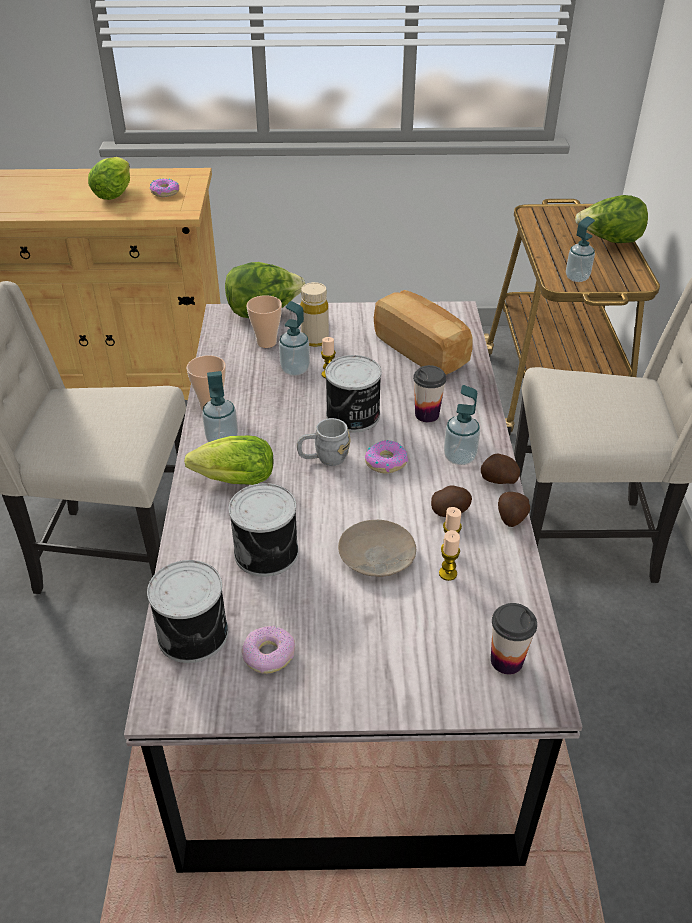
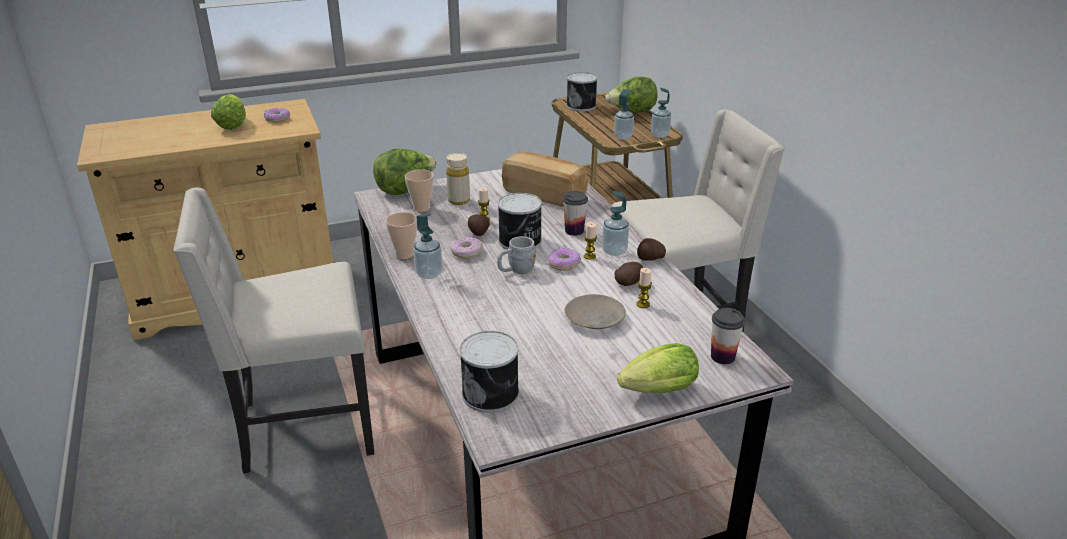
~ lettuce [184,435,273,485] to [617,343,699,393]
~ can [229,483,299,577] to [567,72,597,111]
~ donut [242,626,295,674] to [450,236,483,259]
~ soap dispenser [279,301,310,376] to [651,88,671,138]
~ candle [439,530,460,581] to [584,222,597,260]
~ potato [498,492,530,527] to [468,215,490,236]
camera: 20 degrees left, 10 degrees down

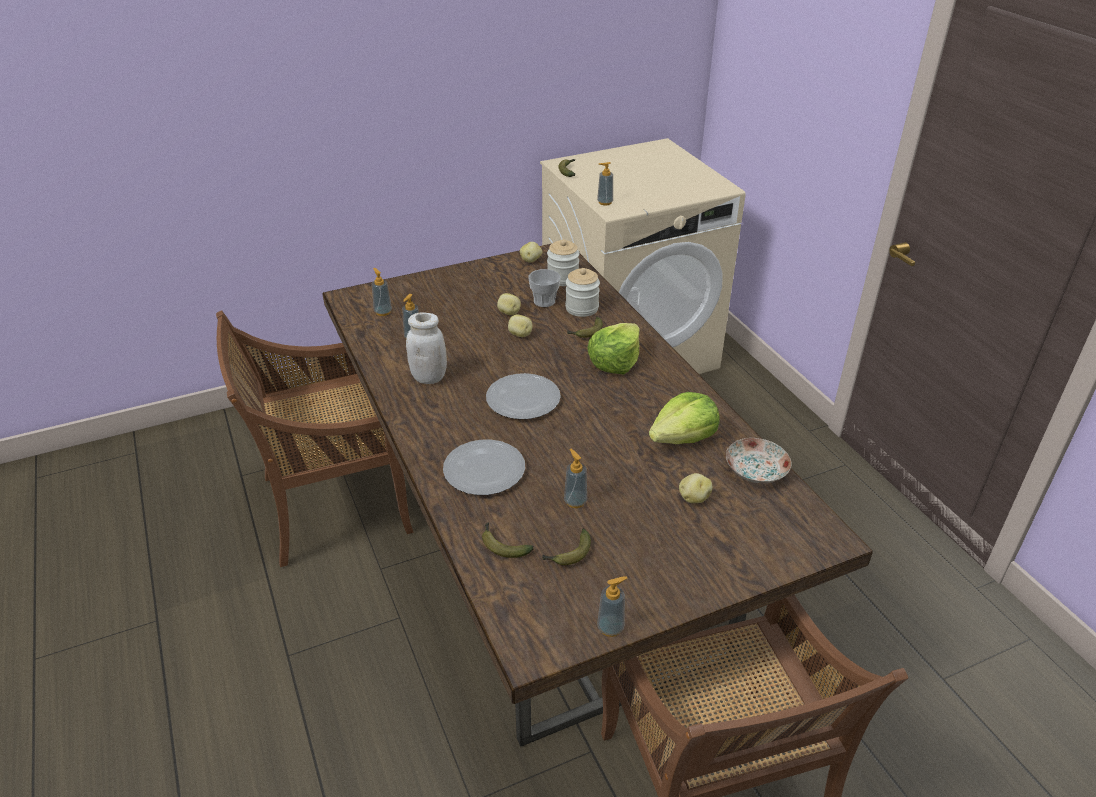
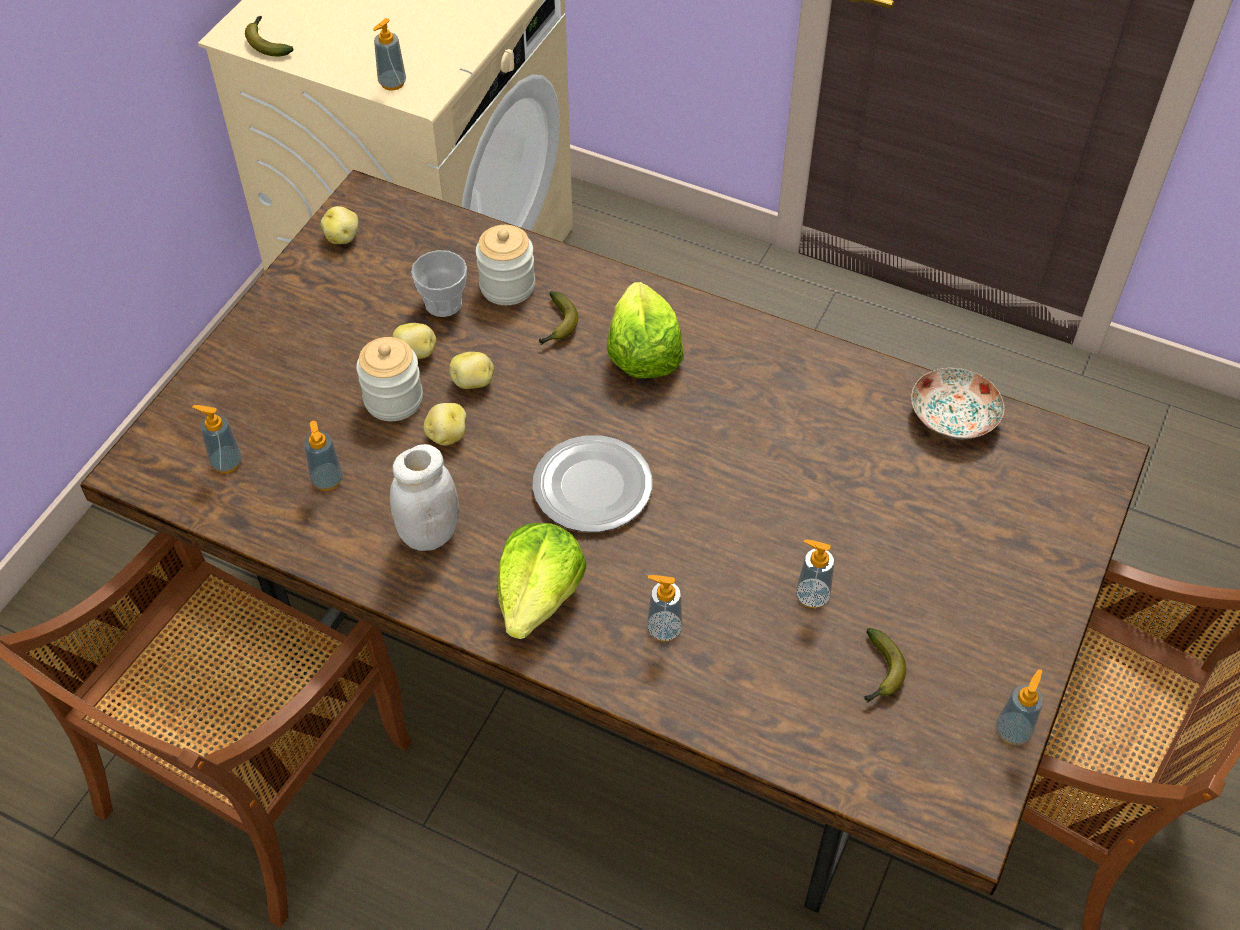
- banana [482,522,534,558]
~ jar [547,239,580,286] to [356,337,423,421]
~ lettuce [649,392,720,444] to [497,523,587,639]
~ potato [679,473,712,503] to [424,403,467,445]
~ plate [443,439,525,495] to soap dispenser [647,575,682,641]
camera: 40 degrees left, 15 degrees up

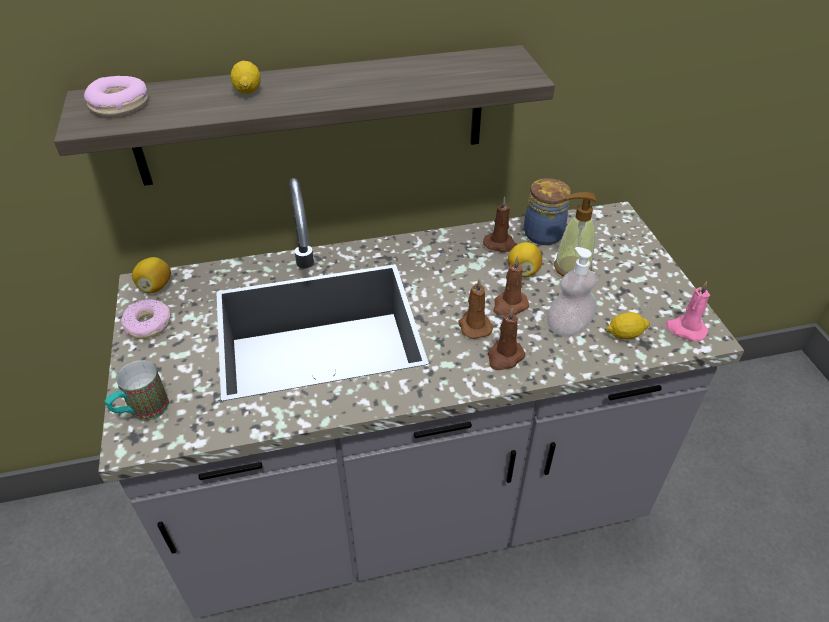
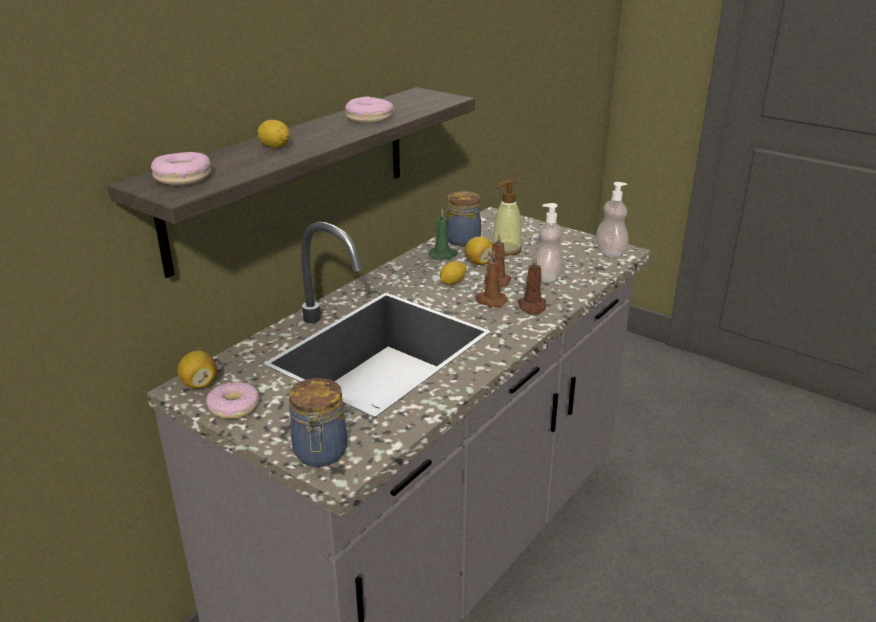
+ donut [345,97,394,123]
~ lemon [606,312,650,339] to [440,261,466,285]
~ mug [105,360,169,421] to jar [289,378,347,467]
~ candle (pink) [665,281,710,341] to soap dispenser [596,182,629,258]
~ candle (brown) [483,197,517,252] to candle (green) [428,209,458,260]
camera: 40 degrees left, 15 degrees down

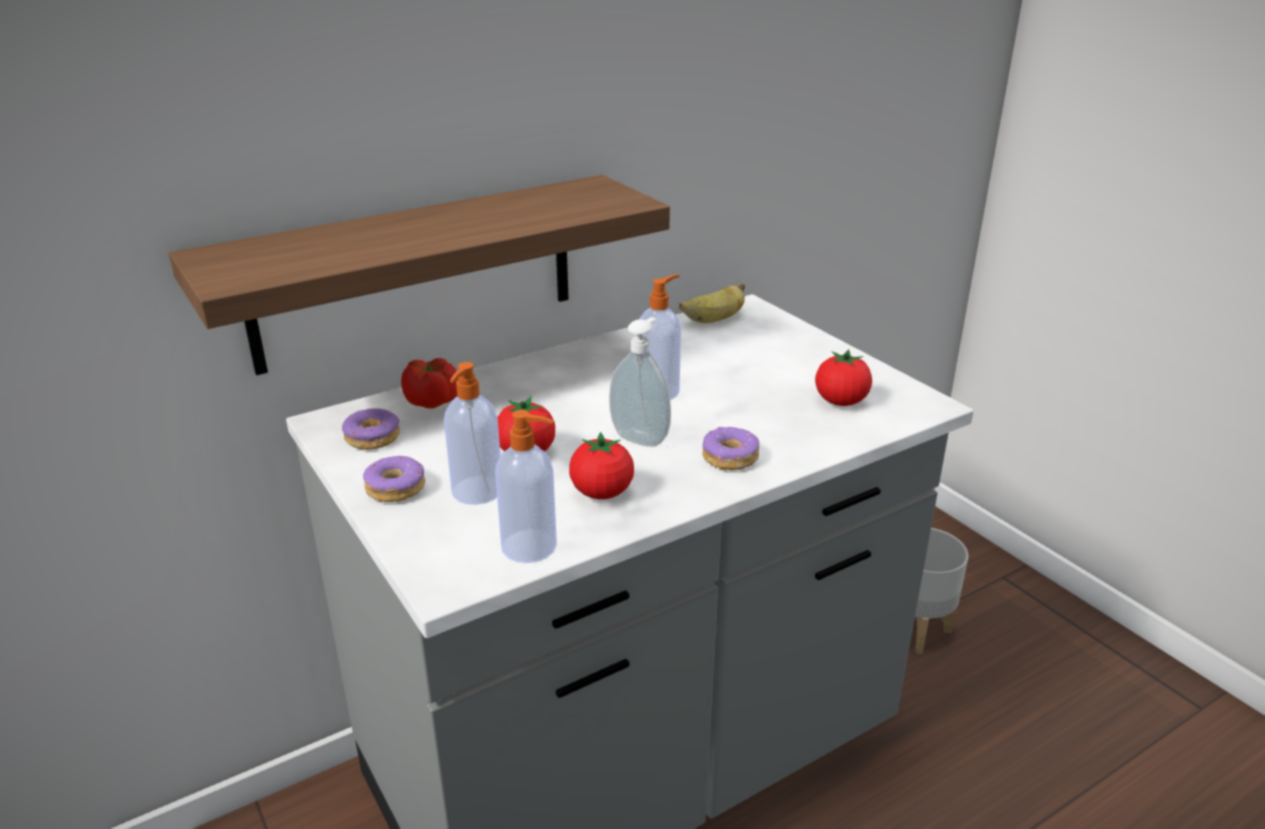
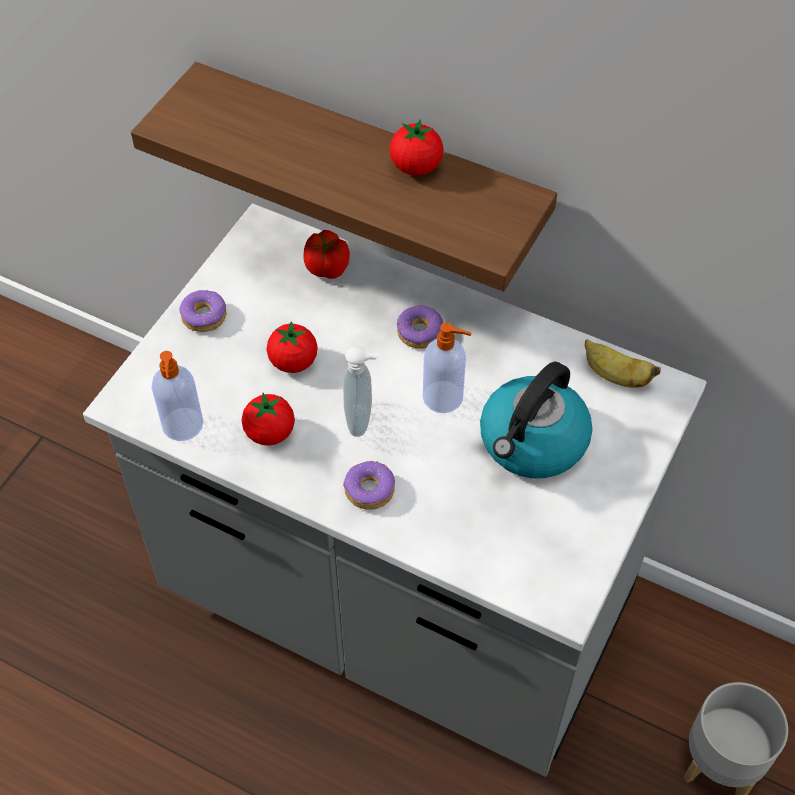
- soap dispenser [444,362,501,505]
+ kettle [480,361,592,478]
~ donut [342,408,400,450] to [397,305,443,349]
~ tomato [815,349,872,406] to [390,119,444,176]
camera: 60 degrees right, 25 degrees up

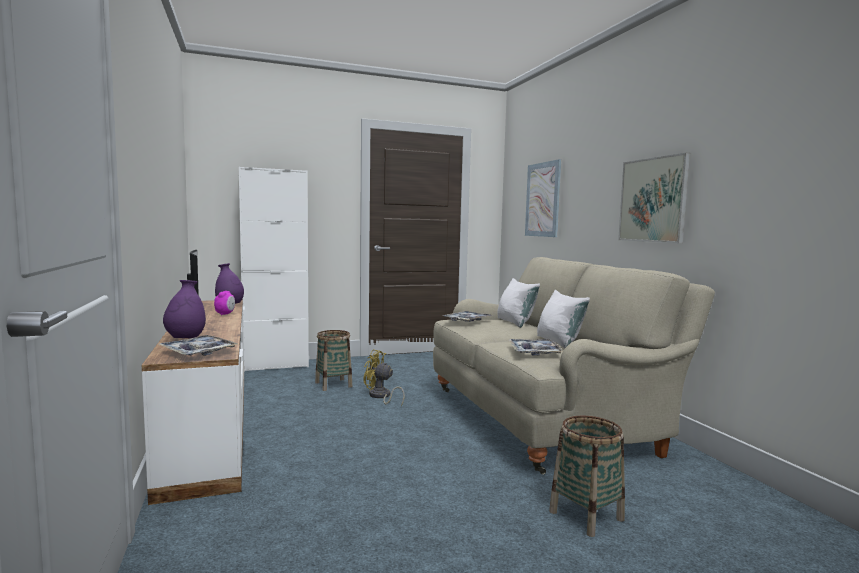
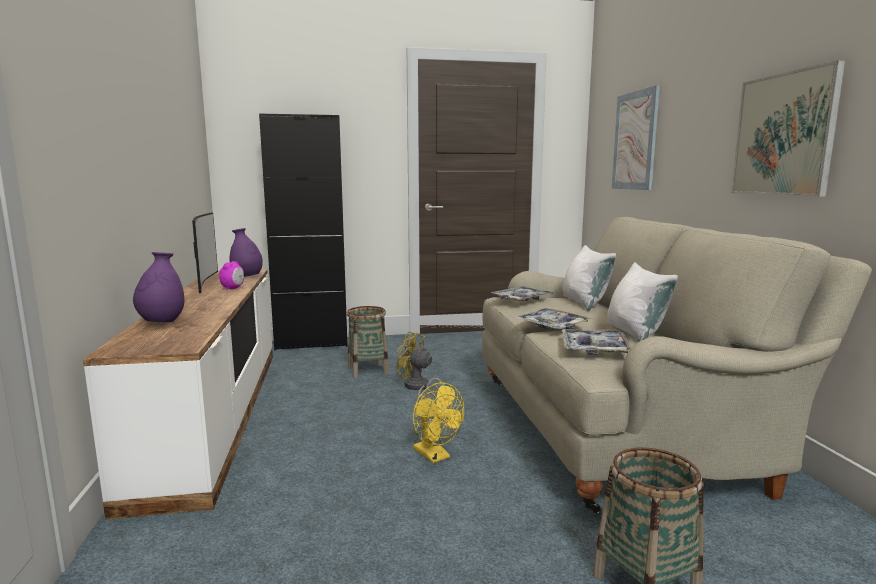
+ fan (yellow) [413,382,464,463]
~ tray [158,335,237,356] to [515,308,592,330]
~ cabinet (white) [239,167,309,372] to cabinet (black) [259,113,348,350]
camera: 10 degrees right, 5 degrees up

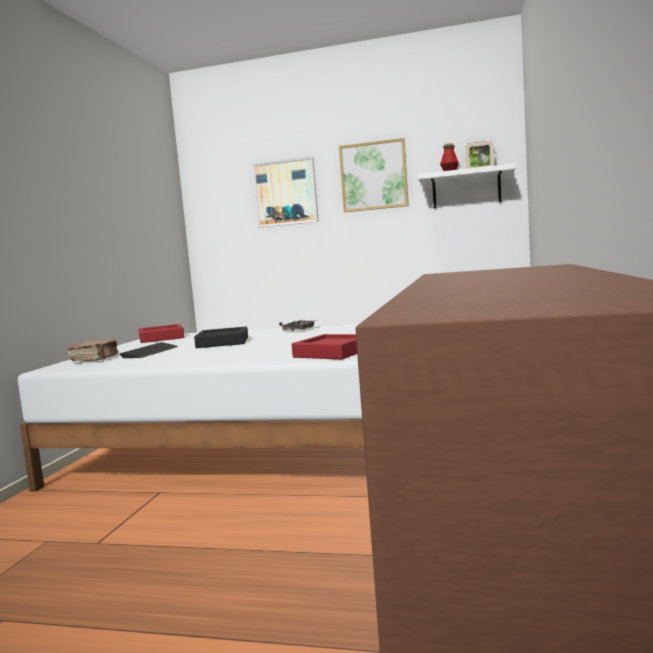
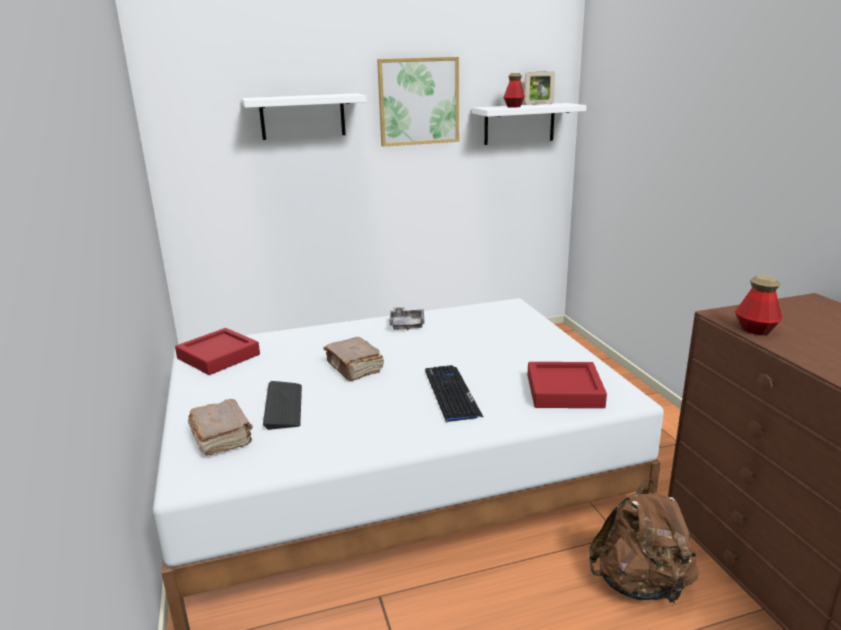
+ keyboard [425,365,483,422]
+ backpack (brown) [589,479,699,605]
+ bottle [735,275,783,335]
~ tray (black) [194,327,248,348] to book (brown) [324,337,384,381]
~ picture [252,157,319,228] to shelf (white) [242,93,367,140]
camera: 30 degrees left, 15 degrees up

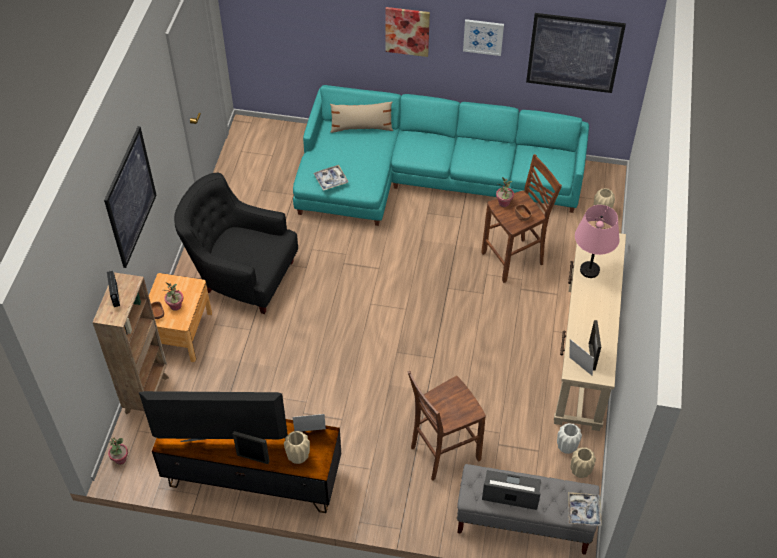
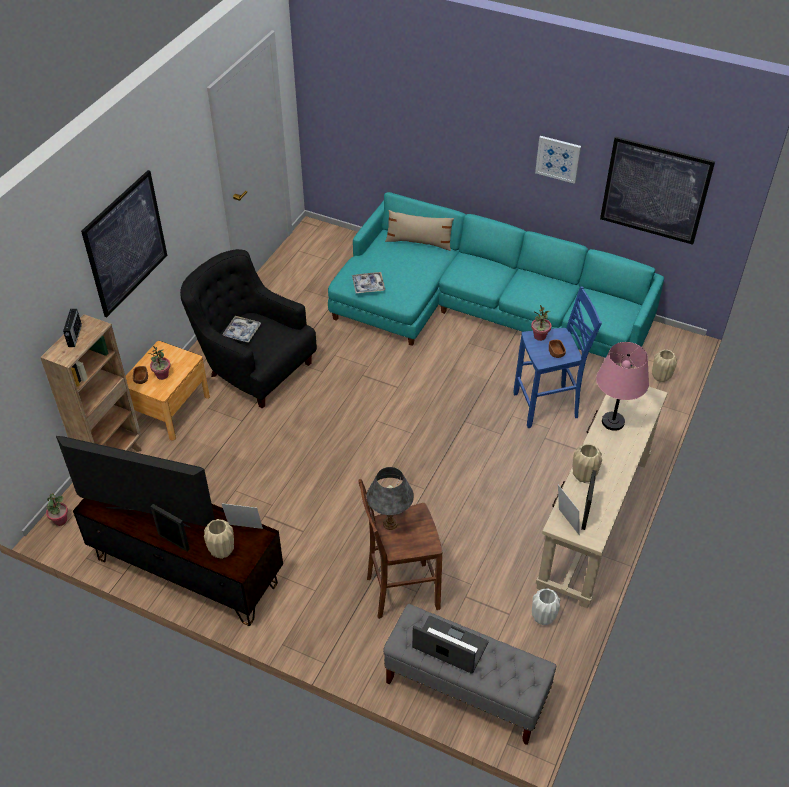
- picture [385,7,430,57]
+ table lamp (grey) [367,467,414,530]
~ tray [568,492,602,526] to [222,316,261,343]
~ vase (beige) [570,447,596,478] to [572,443,602,483]
~ stool (brown) [481,154,562,283] to stool (blue) [513,286,602,428]
camera: 15 degrees right, 5 degrees down

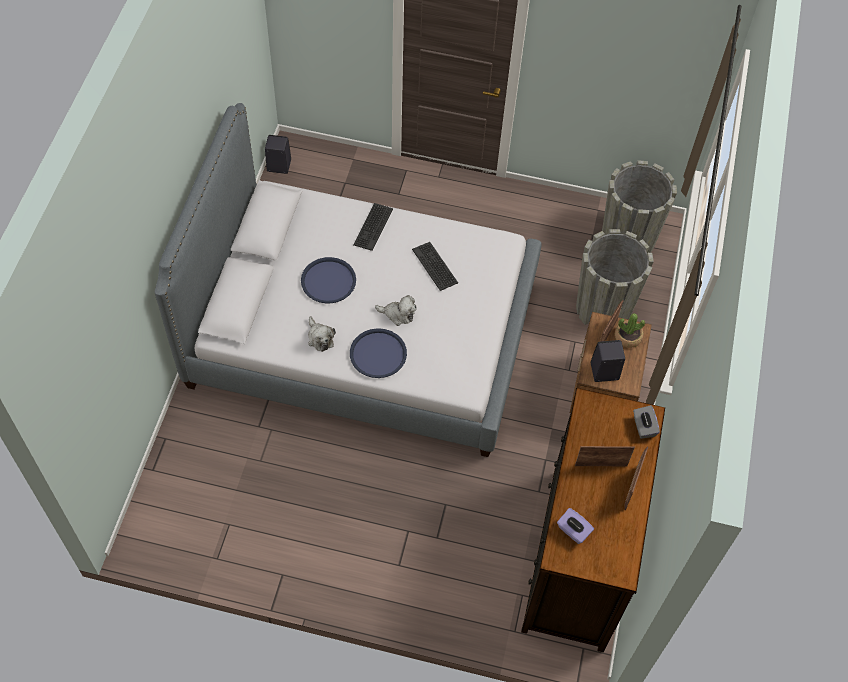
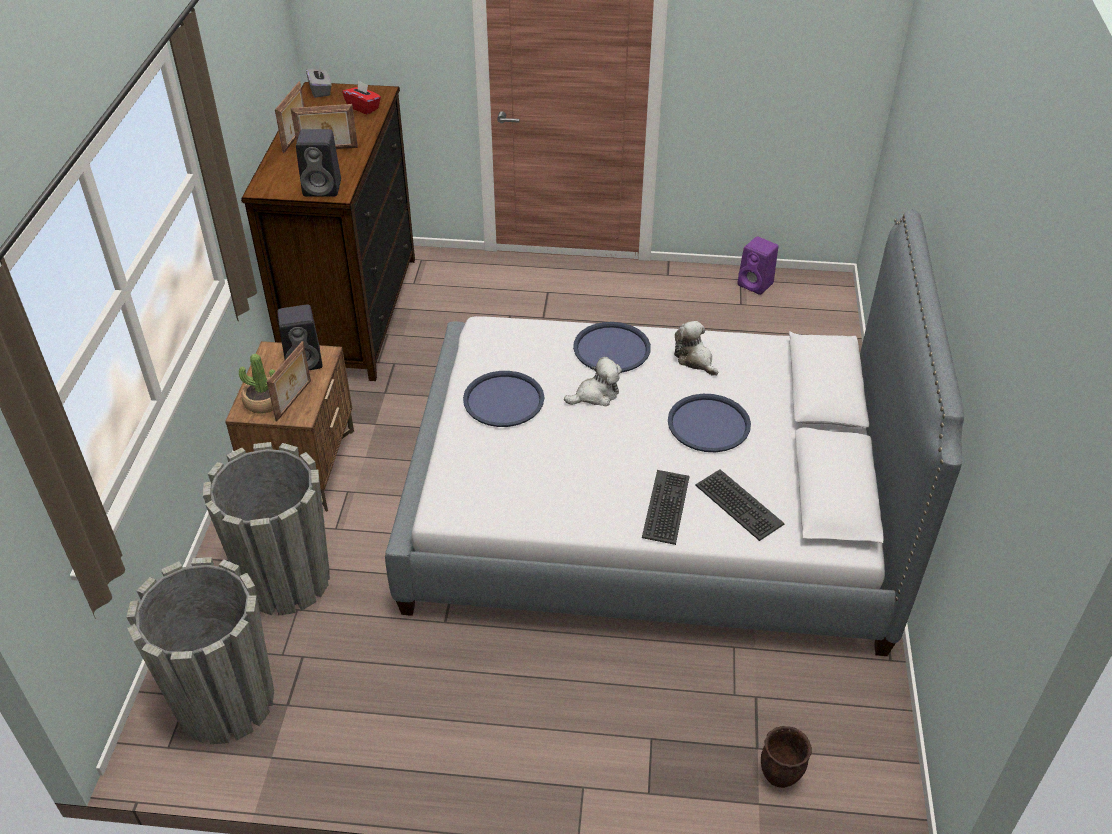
+ tray (blue) [463,371,544,427]
+ speaker (purple) [737,236,778,295]
+ planter (brown) [761,726,812,788]
~ speaker (black) [265,135,291,174] to [296,129,341,197]
~ keyboard [412,242,458,291] to [695,469,784,541]
~ tissue box (grey) [633,405,660,439] to [306,66,332,98]
~ tissue box (purple) [557,508,594,544] to tissue box (red) [342,80,381,115]
~ plush toy [375,295,417,326] = [564,357,622,406] 150 degrees clockwise
camera: 175 degrees right, 15 degrees down

